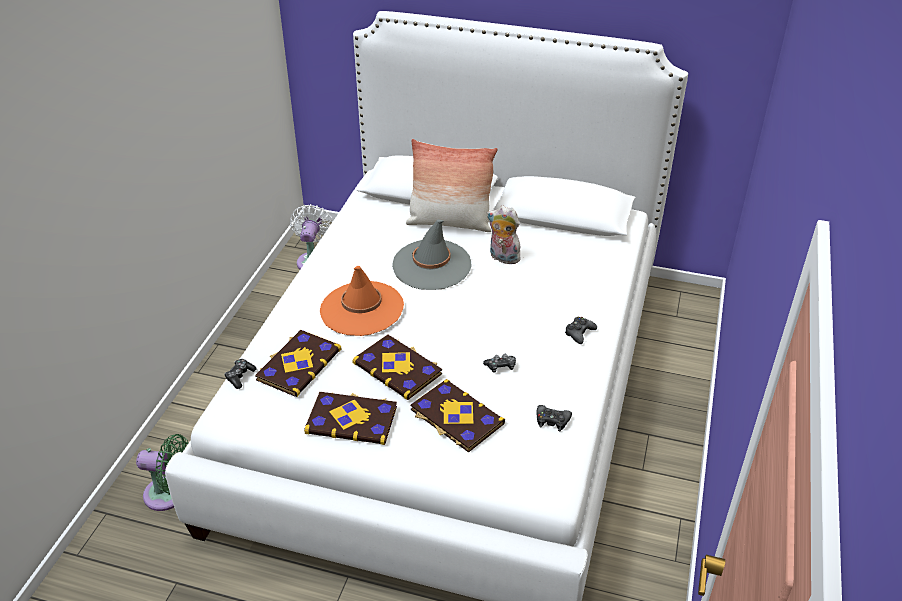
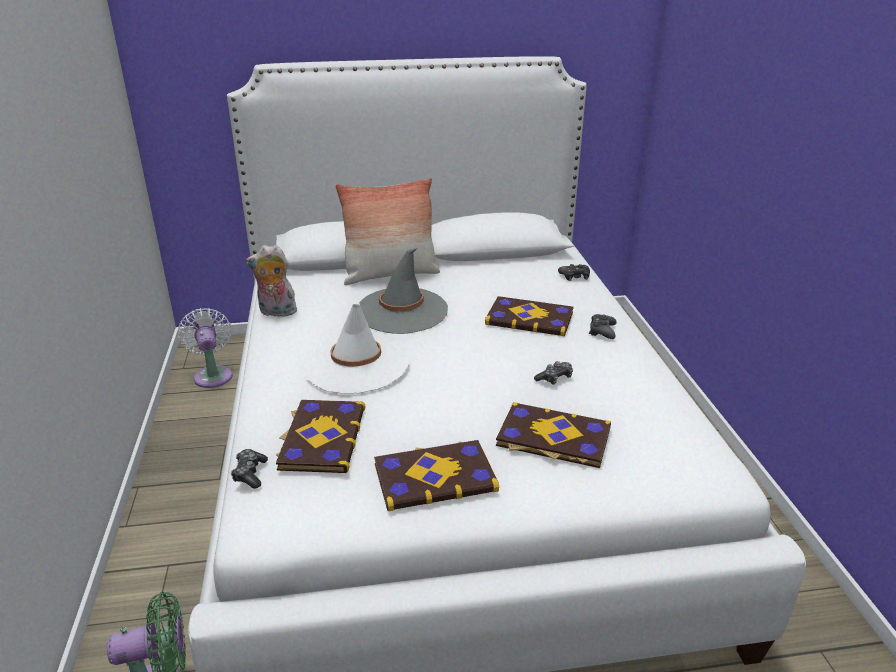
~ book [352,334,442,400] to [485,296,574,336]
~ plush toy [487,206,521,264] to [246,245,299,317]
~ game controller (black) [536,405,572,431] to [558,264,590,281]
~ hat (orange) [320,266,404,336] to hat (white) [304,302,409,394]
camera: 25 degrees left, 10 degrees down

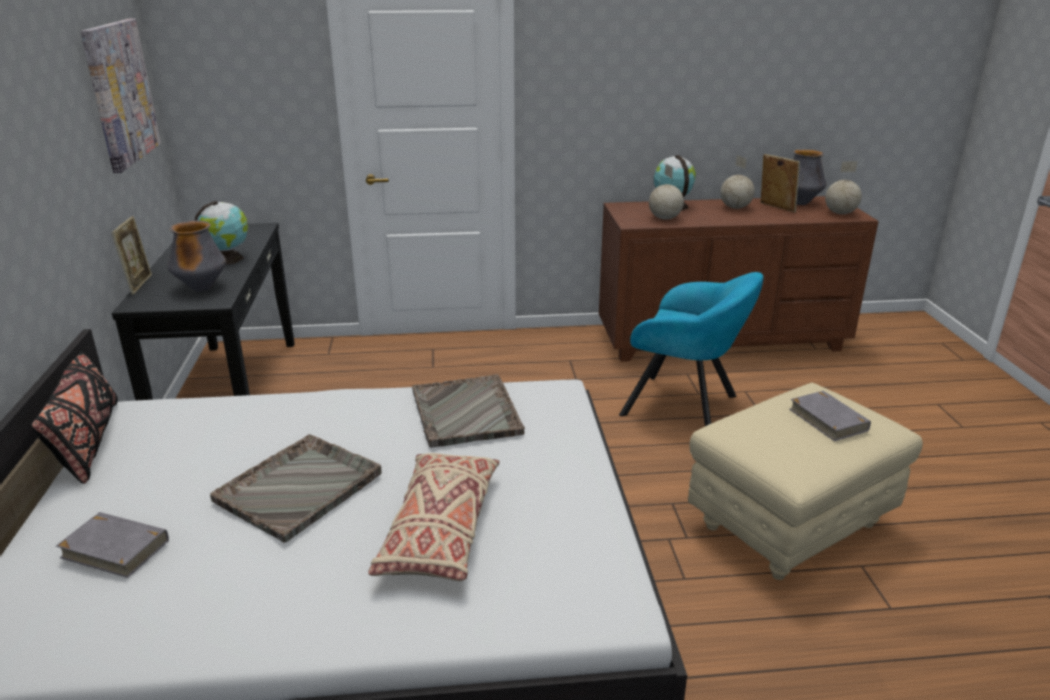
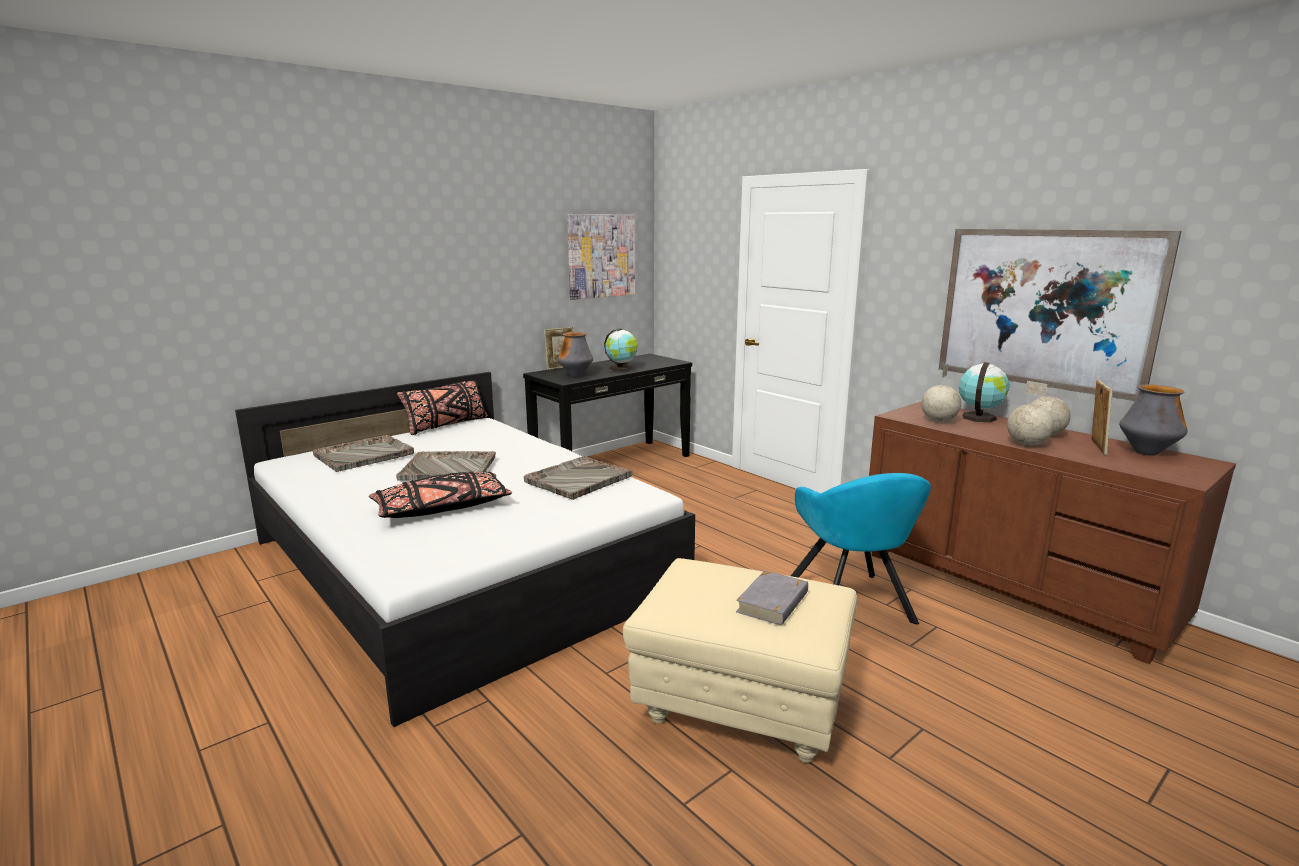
+ picture [939,229,1181,401]
~ globe [825,161,862,214] to [1007,381,1054,446]
~ book (grey) [56,512,169,578] to tray (grey) [313,435,414,472]
~ pillow (beige) [368,453,499,581] to pillow (black) [369,472,512,518]
camera: 55 degrees right, 10 degrees down

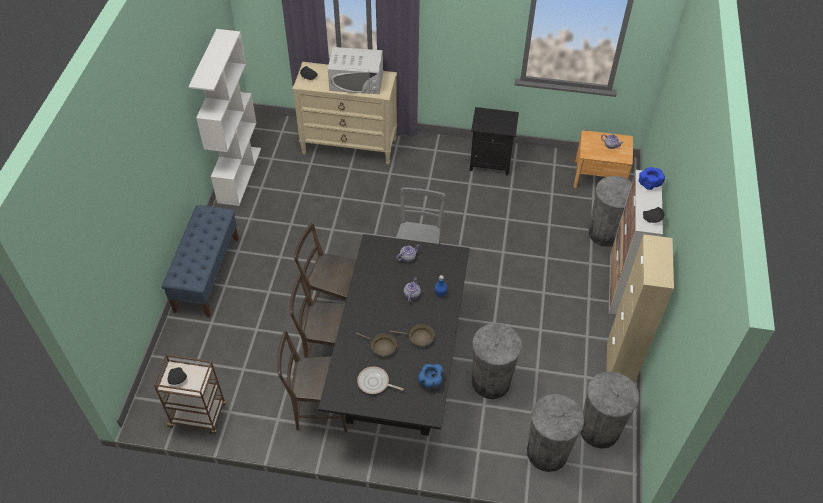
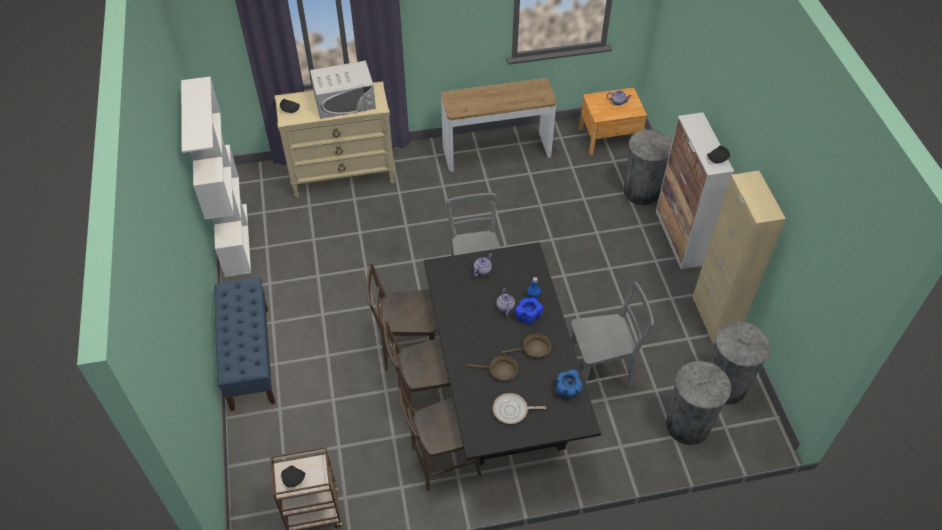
~ bowl (blue) [639,167,665,190] to [515,298,543,324]
~ nightstand (black) [470,107,519,176] to console table [441,78,556,172]
~ trash can (grey) [472,323,522,399] to chair (grey) [571,282,654,390]
camera: 20 degrees left, 0 degrees up

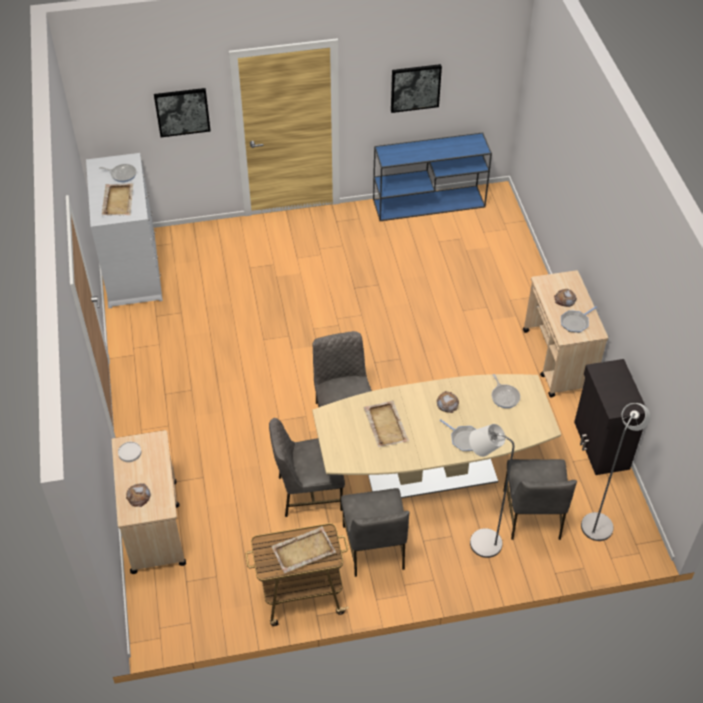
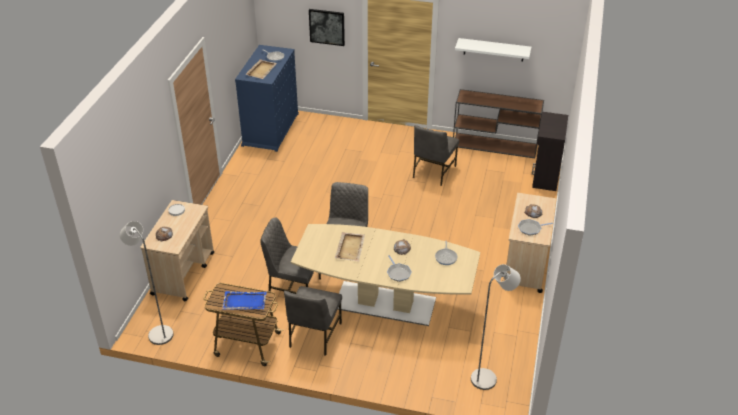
~ floor lamp (grey) [469,424,514,558] to [120,221,174,345]
~ chair (grey) [503,459,577,540] to [413,125,459,186]
~ cabinet (black) [574,359,645,475] to [532,112,568,191]
~ picture [391,64,442,113] to shelf (white) [455,38,532,62]
~ dresser (white) [86,153,163,309] to dresser (blue) [235,45,299,152]
~ tray (beige) [271,526,336,573] to tray (blue) [222,291,266,310]
~ console table (blue) [373,133,492,221] to console table (brown) [453,89,544,158]
camera: 25 degrees right, 10 degrees down

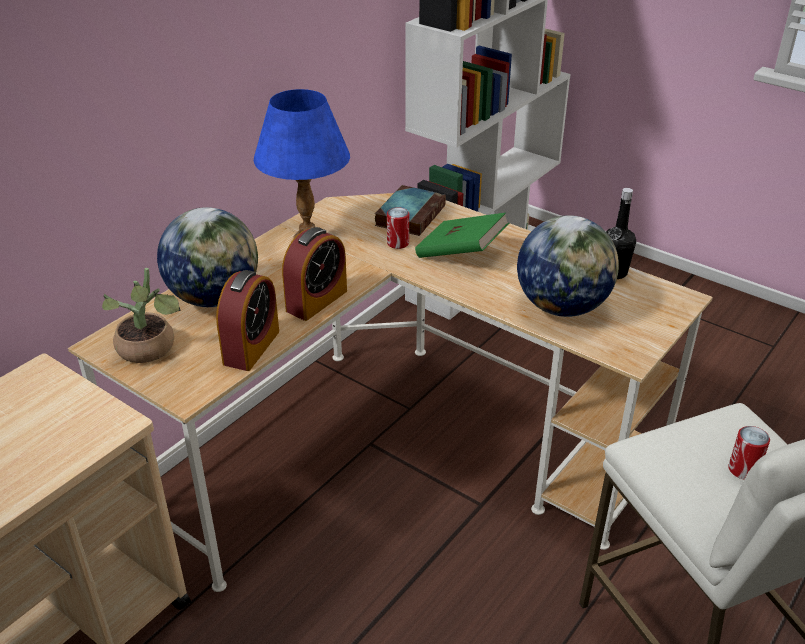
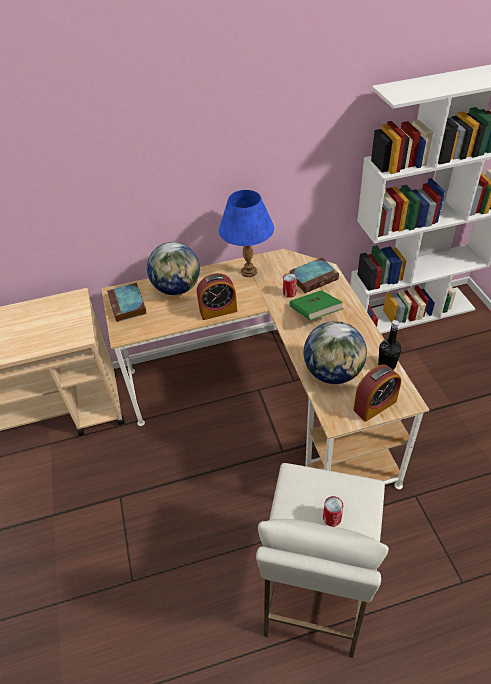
~ alarm clock [216,270,279,371] to [353,364,401,422]
~ potted plant [102,267,181,363] to book [107,283,147,322]
camera: 40 degrees right, 10 degrees up

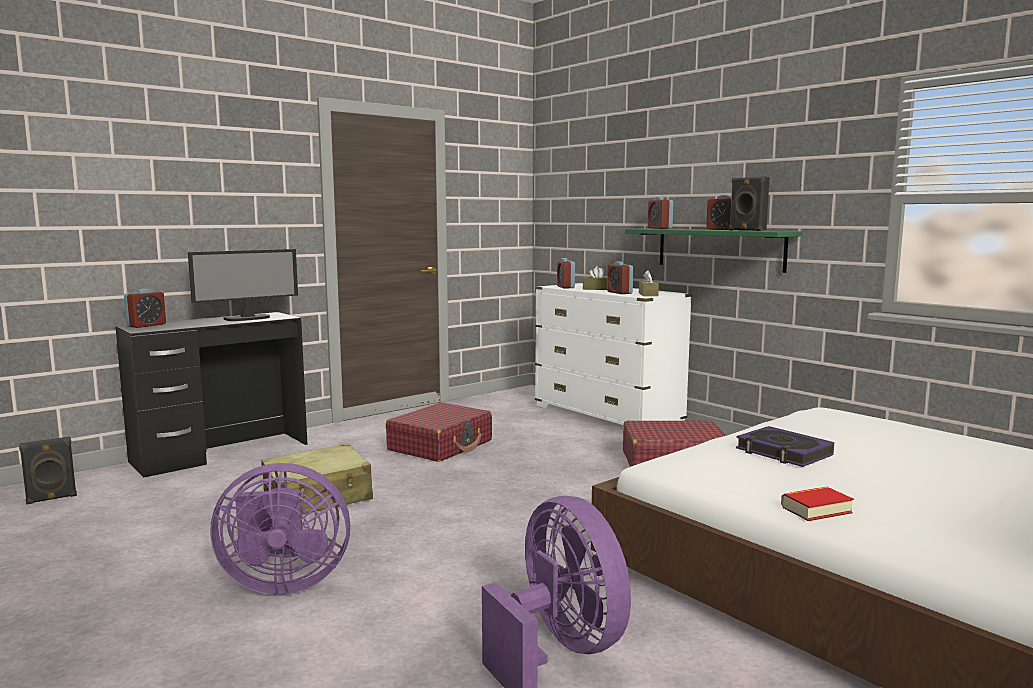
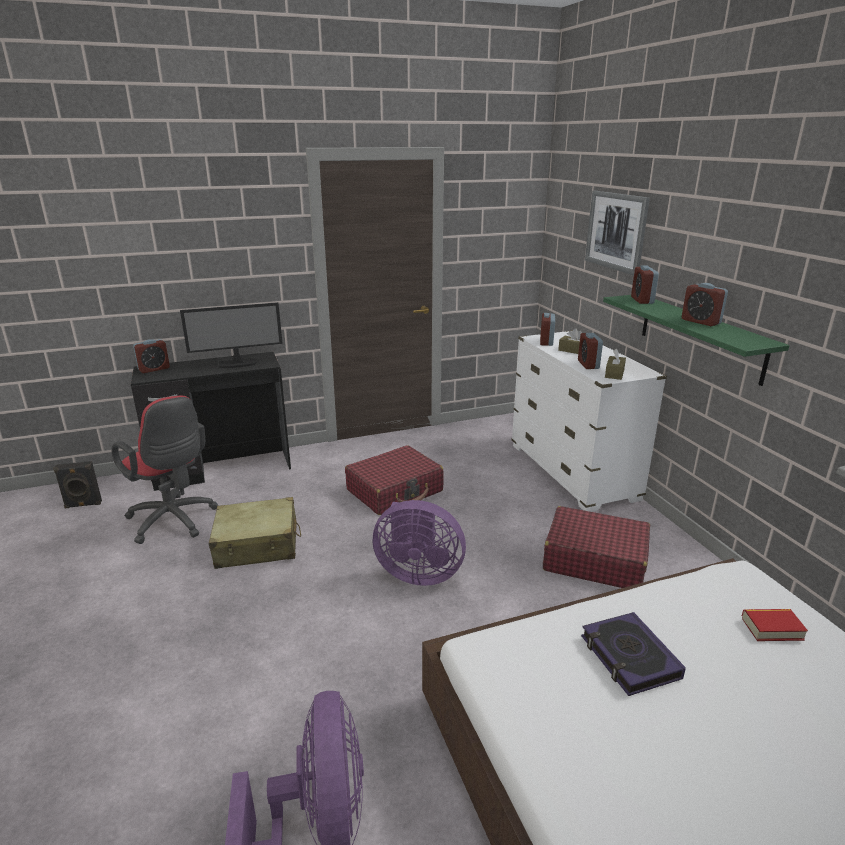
- speaker (black) [729,176,770,231]
+ office chair (red) [112,396,218,544]
+ picture [585,191,650,275]
~ fan (purple) [210,463,350,595] to [373,500,466,586]
~ book [781,487,854,521] to [742,609,808,641]
camera: 20 degrees right, 15 degrees up

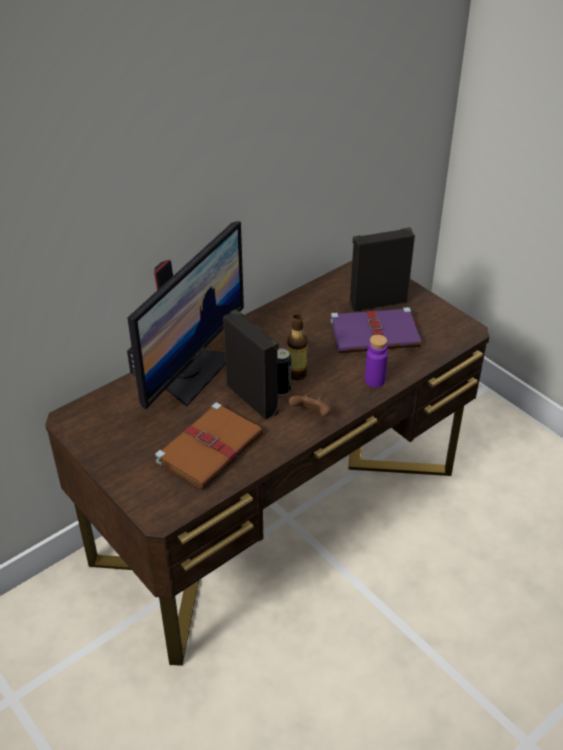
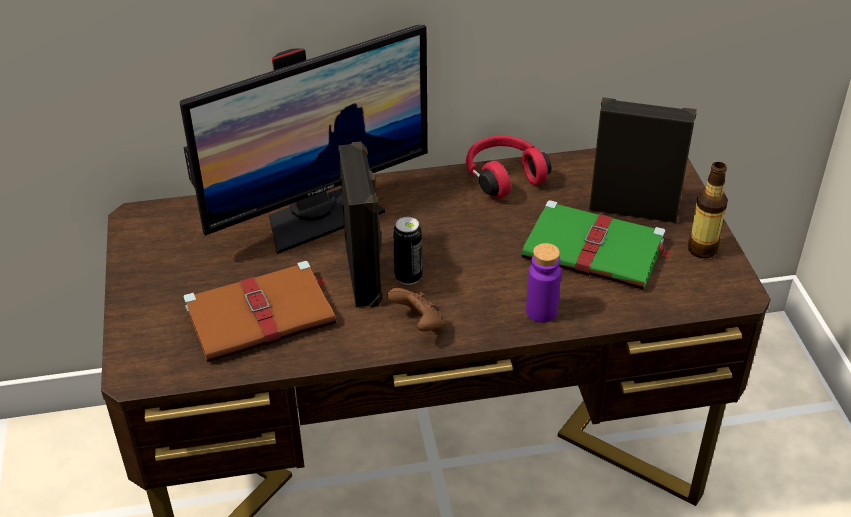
+ headphones (red) [466,136,551,199]
~ bottle [287,314,308,380] to [688,162,728,258]
~ book (purple) [331,307,421,353] to book (green) [521,200,672,290]
camera: 30 degrees right, 0 degrees up

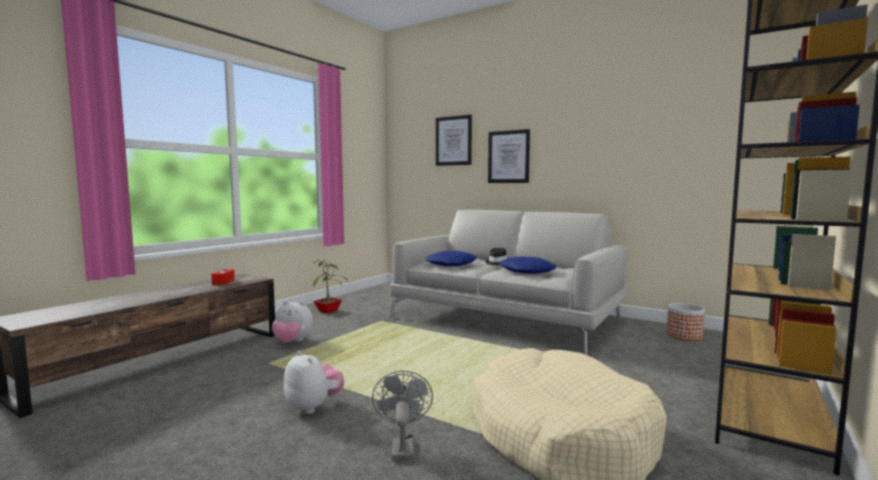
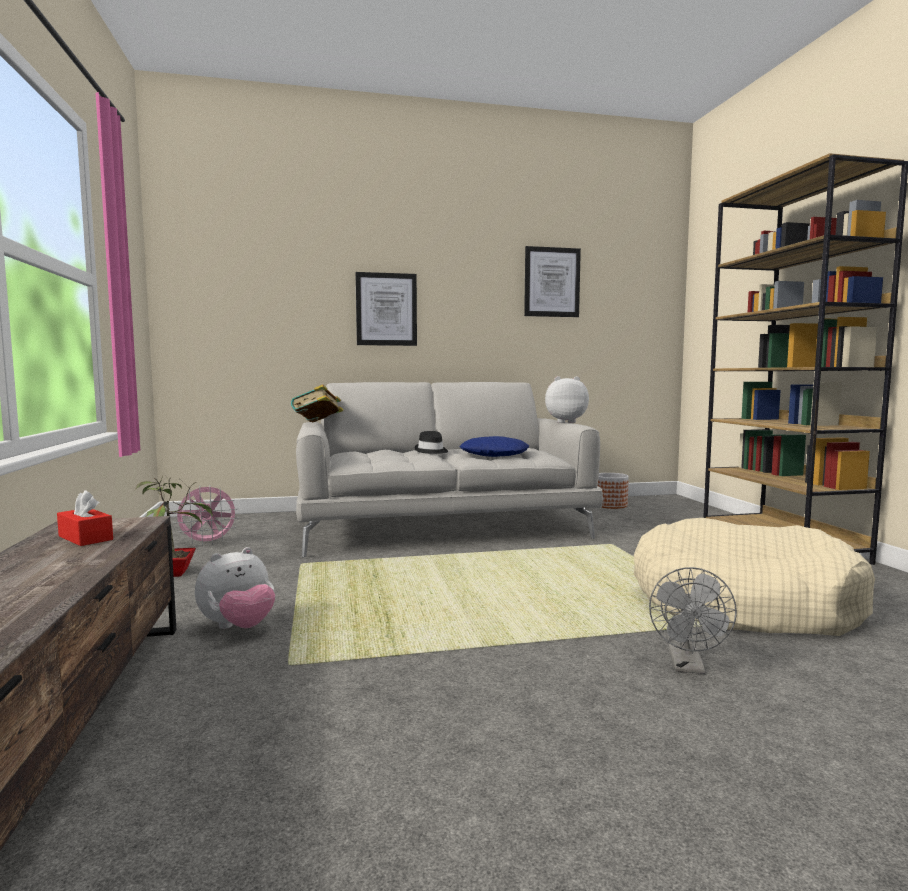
- pillow (blue) [425,251,477,266]
+ fan (pink) [173,486,239,546]
+ book [291,384,343,422]
~ plush toy [284,351,344,414] to [545,376,589,423]
~ picture [436,115,472,166] to [524,246,581,317]
~ fan (grey) [372,371,433,461] = [649,567,737,674] 120 degrees counterclockwise
camera: 45 degrees left, 0 degrees up

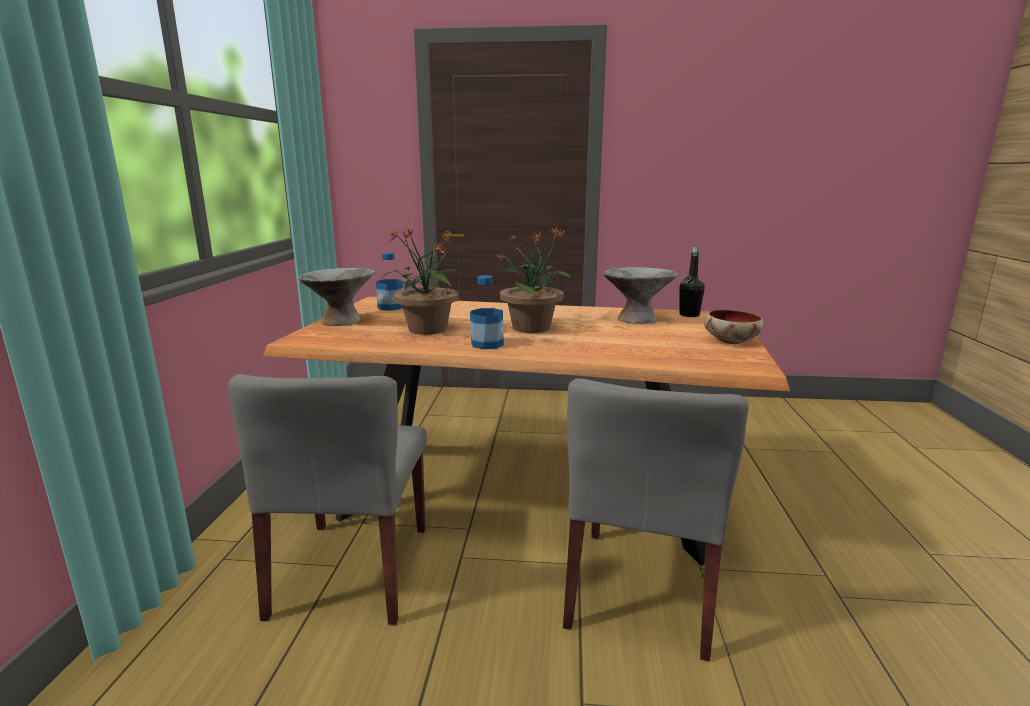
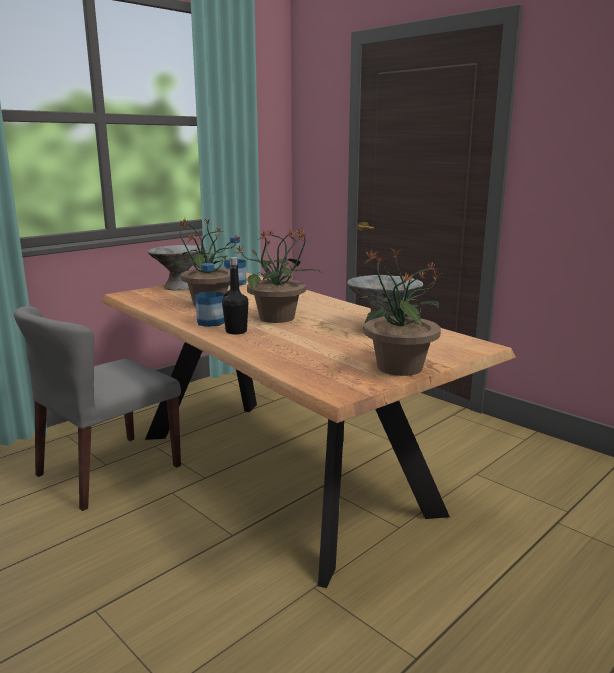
- chair (grey) [563,378,749,661]
~ bottle (black) [679,246,705,317] to [222,257,248,334]
~ bowl [704,310,763,344] to potted plant [356,248,442,376]
camera: 40 degrees right, 0 degrees up

